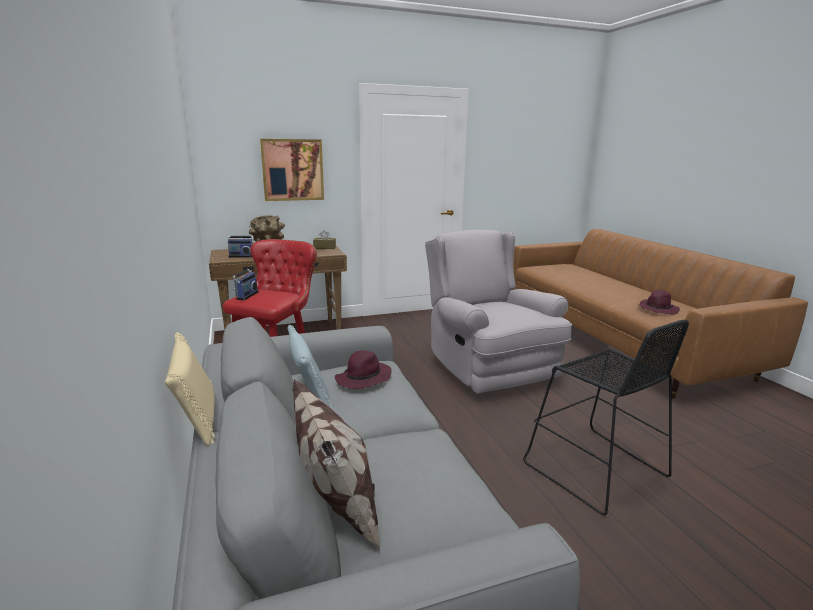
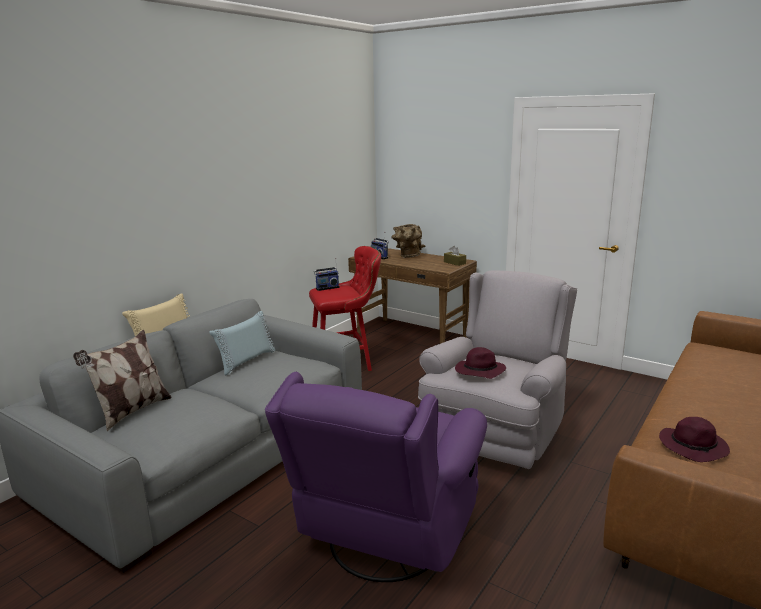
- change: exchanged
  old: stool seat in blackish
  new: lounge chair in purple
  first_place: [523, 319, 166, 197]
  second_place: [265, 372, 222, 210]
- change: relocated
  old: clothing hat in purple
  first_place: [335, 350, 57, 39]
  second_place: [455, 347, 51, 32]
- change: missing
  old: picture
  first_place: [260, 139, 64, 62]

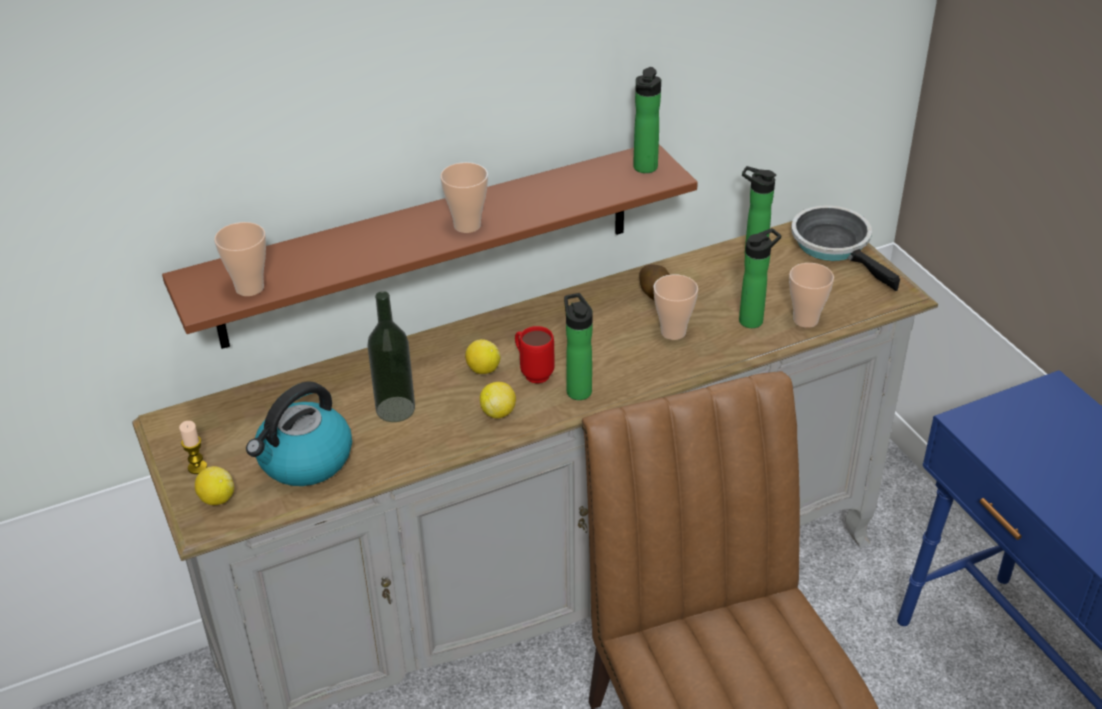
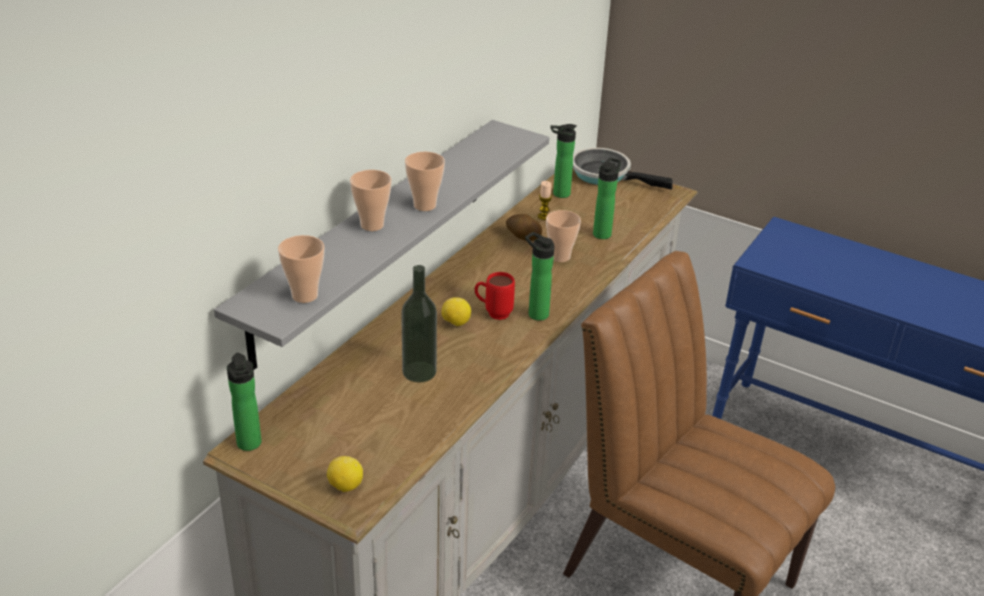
- change: colour
  old: wall shelf in brownish
  new: wall shelf in greyish
  first_place: [162, 145, 536, 204]
  second_place: [214, 120, 335, 250]
- change: relocated
  old: drink bottle
  first_place: [633, 67, 28, 106]
  second_place: [227, 353, 35, 98]
- change: relocated
  old: small cup
  first_place: [789, 263, 45, 65]
  second_place: [350, 170, 42, 61]
- change: relocated
  old: wax light
  first_place: [179, 421, 28, 53]
  second_place: [538, 181, 14, 39]
- change: missing
  old: kettle
  first_place: [246, 381, 106, 105]
- change: missing
  old: lemon
  first_place: [480, 382, 36, 36]

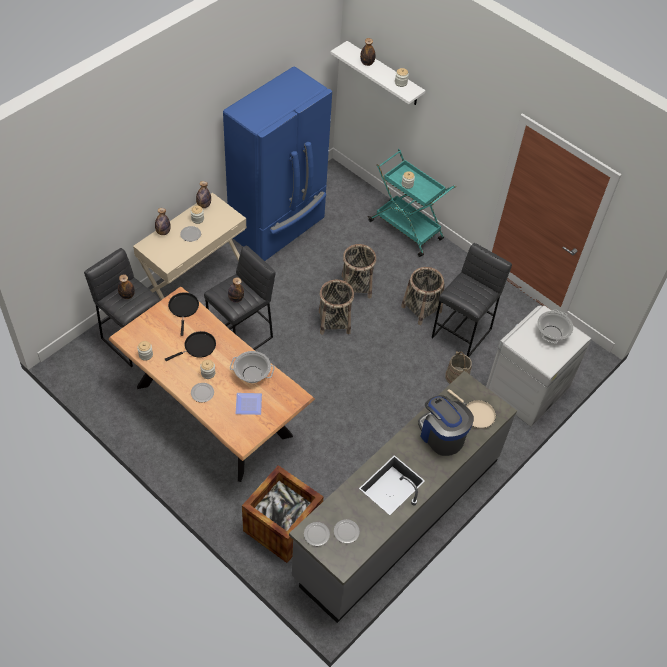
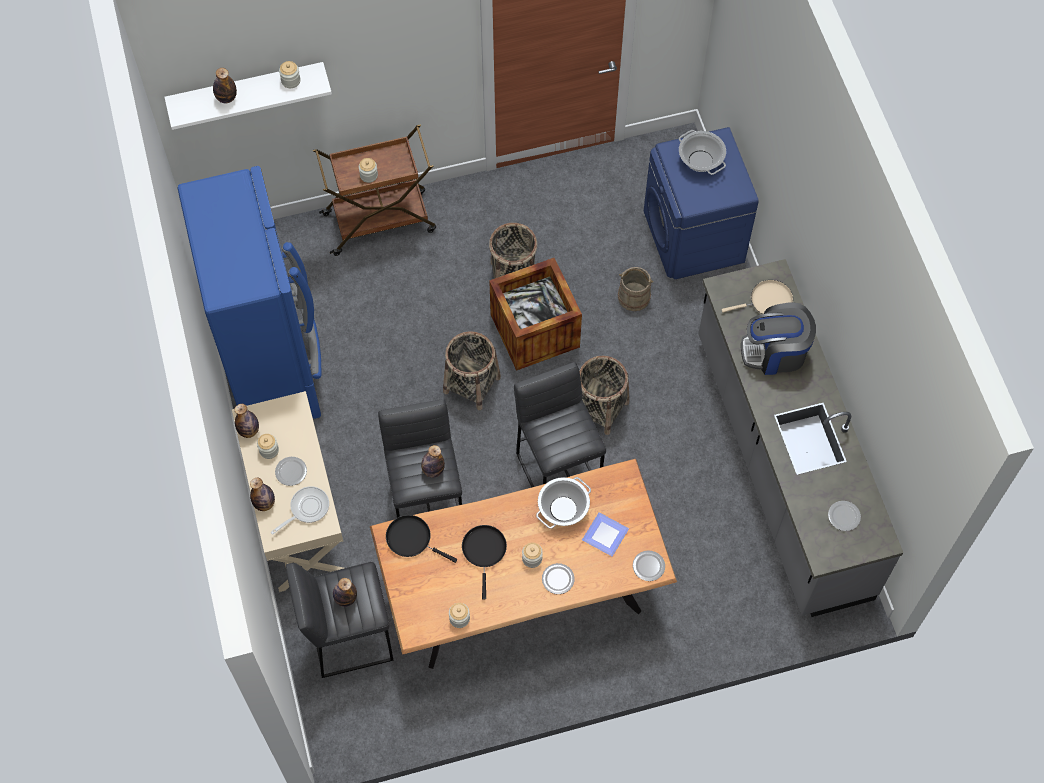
- change: appeared
  new: skillet
  second_place: [271, 486, 58, 49]
- change: colour
  old: wheeled cart in blue-green
  new: wheeled cart in brownish
  first_place: [367, 149, 89, 108]
  second_place: [313, 124, 123, 132]
- change: relocated
  old: packing crate
  first_place: [242, 465, 82, 98]
  second_place: [489, 258, 93, 113]
- change: relocated
  old: stool seat in greyish
  first_place: [432, 243, 80, 114]
  second_place: [514, 362, 92, 125]
- change: relocated
  old: household basket
  first_place: [342, 244, 35, 54]
  second_place: [580, 356, 50, 79]
- change: relocated
  old: plate
  first_place: [304, 522, 26, 24]
  second_place: [633, 550, 32, 31]
- change: colour
  old: laundry appliance in white
  new: laundry appliance in blue
  first_place: [486, 305, 106, 122]
  second_place: [644, 127, 115, 152]

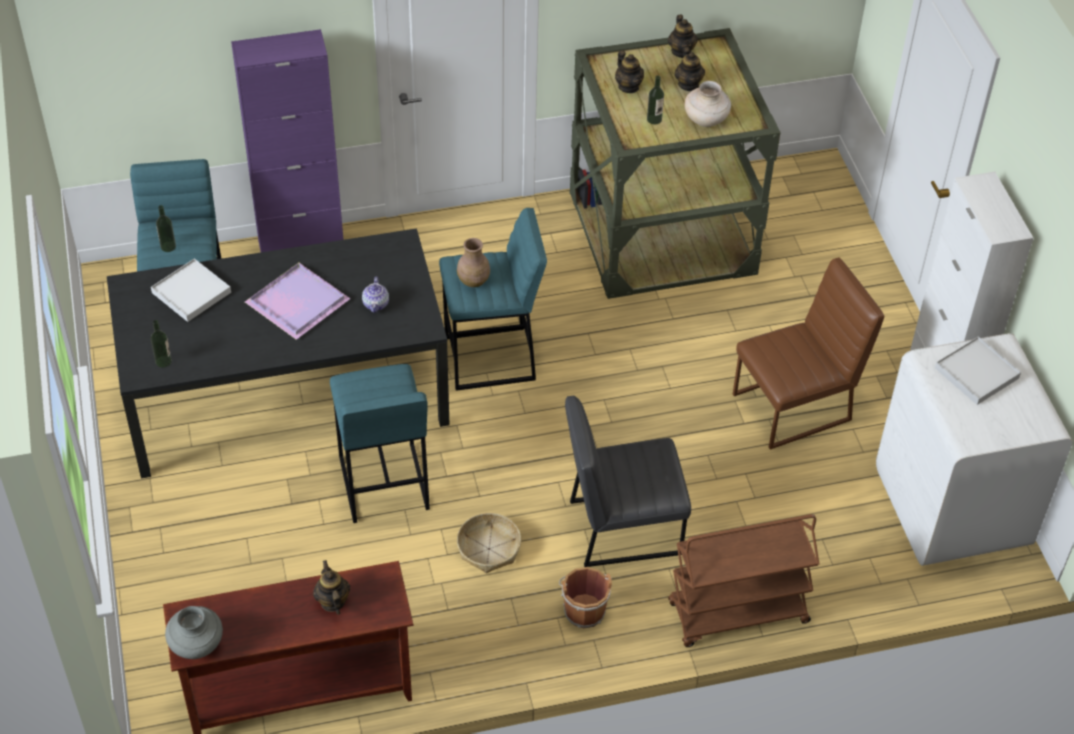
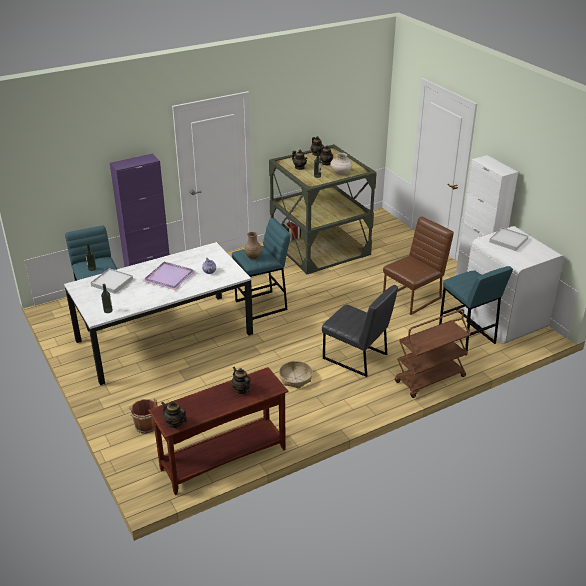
- change: colour
  old: dinner table in blackish
  new: dinner table in white
  first_place: [107, 228, 343, 251]
  second_place: [64, 242, 189, 143]
- change: relocated
  old: water bucket in brownish
  first_place: [559, 567, 53, 61]
  second_place: [128, 398, 30, 35]
- change: exchanged
  old: decorative vase in greyish
  new: pot for tea
  first_place: [165, 606, 58, 53]
  second_place: [161, 401, 26, 27]
- change: spun
  old: chair in greyish
  first_place: [565, 396, 126, 171]
  second_place: [322, 285, 76, 92]
  degrees: -120
- change: relocated
  old: stool seat in blue-green
  first_place: [330, 364, 100, 159]
  second_place: [439, 266, 74, 87]

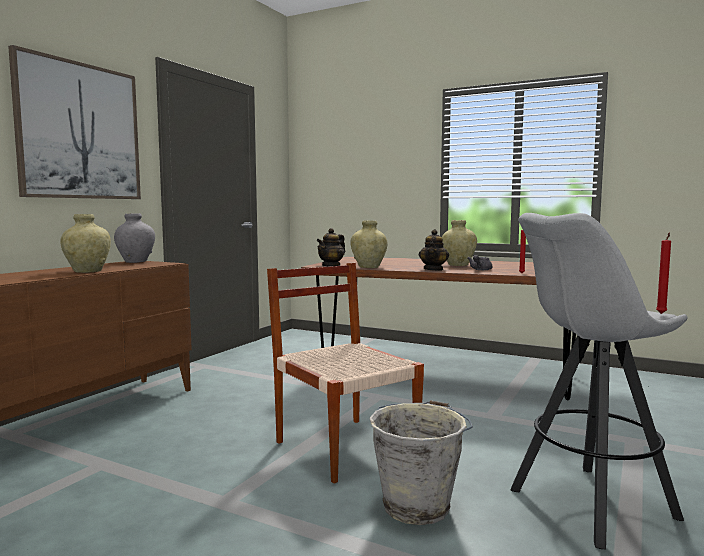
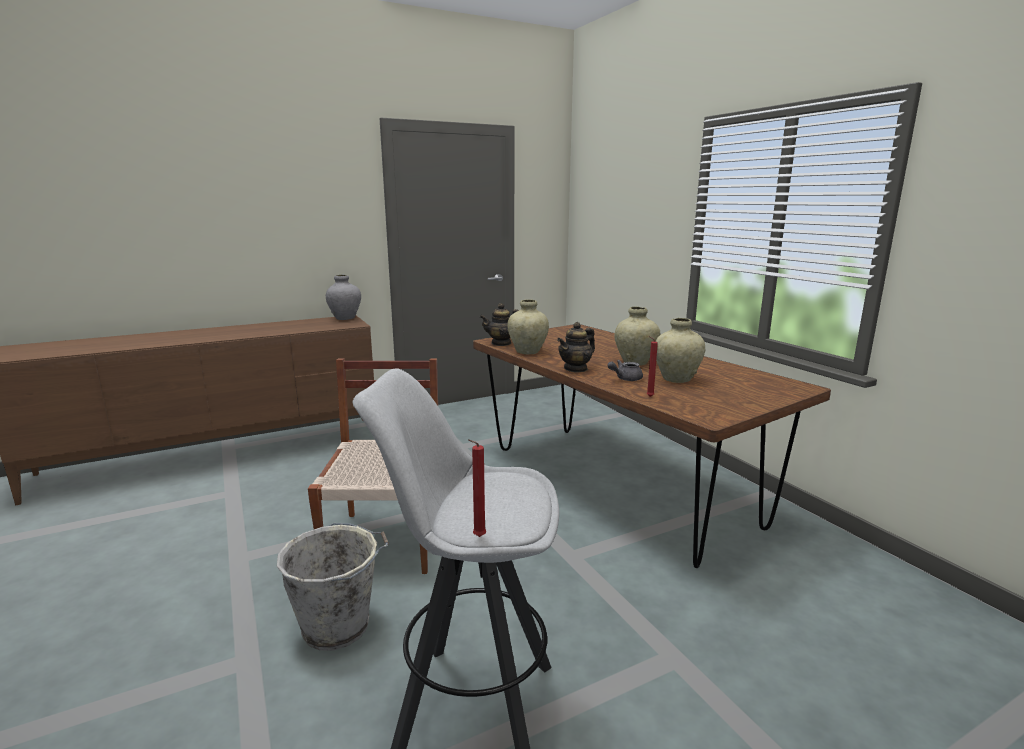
- change: relocated
  old: decorative vase in sand-coloured
  first_place: [60, 214, 51, 59]
  second_place: [656, 318, 49, 65]
- change: missing
  old: picture
  first_place: [8, 45, 133, 154]

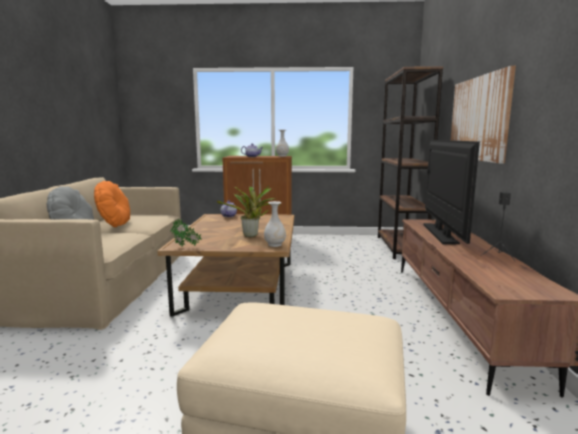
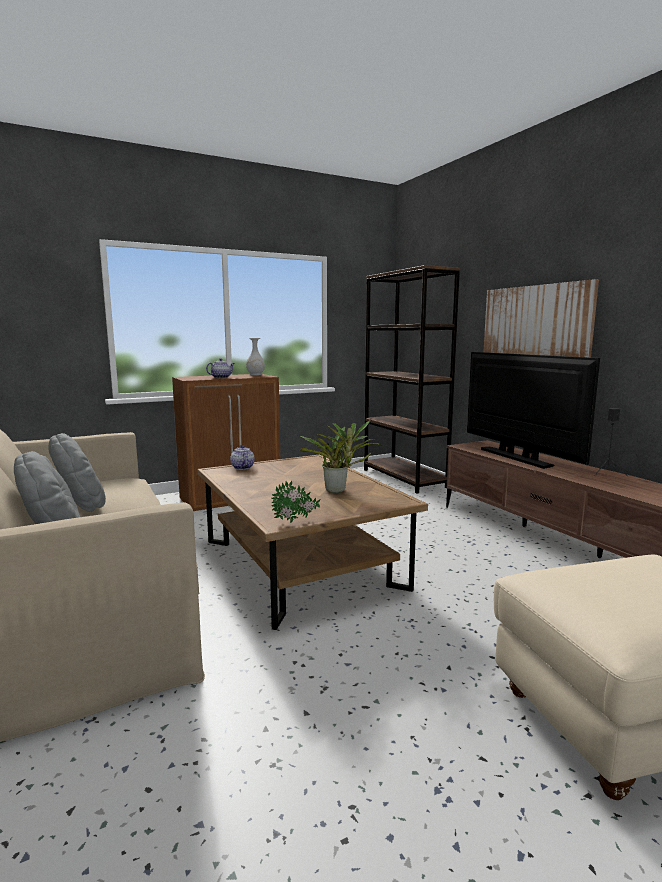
- change: colour
  old: throw pillow in orangey
  new: throw pillow in greyish
  first_place: [94, 181, 36, 46]
  second_place: [48, 433, 58, 79]
- change: missing
  old: decorative vase in white
  first_place: [264, 201, 22, 46]

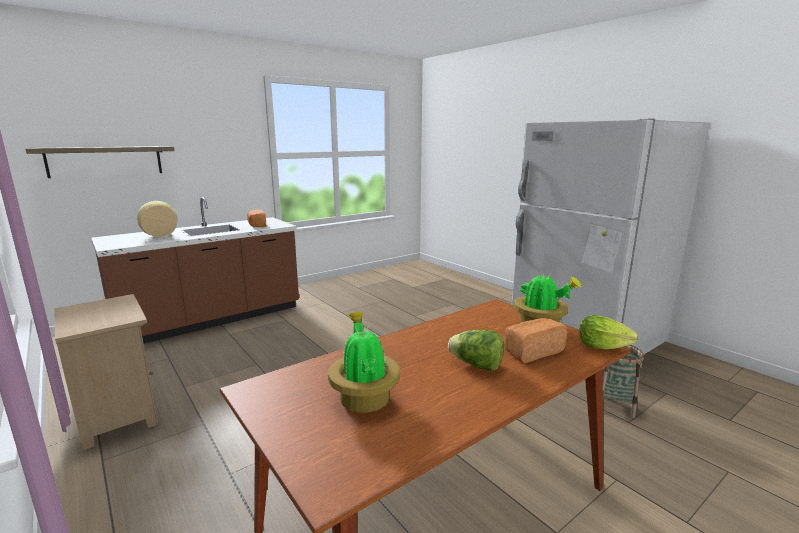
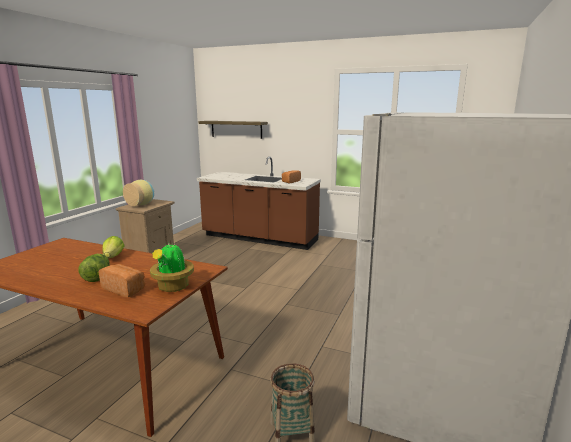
- change: relocated
  old: lettuce
  first_place: [579, 315, 59, 35]
  second_place: [103, 236, 22, 22]
- change: relocated
  old: decorative vase
  first_place: [137, 201, 40, 36]
  second_place: [123, 180, 32, 26]
- change: missing
  old: houseplant
  first_place: [328, 312, 72, 101]

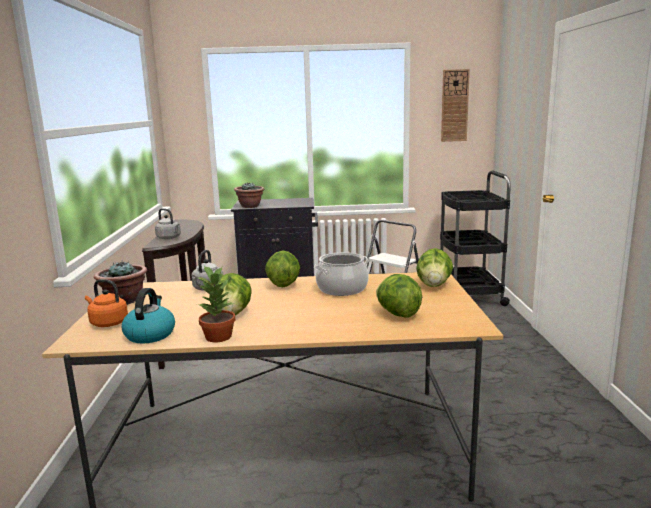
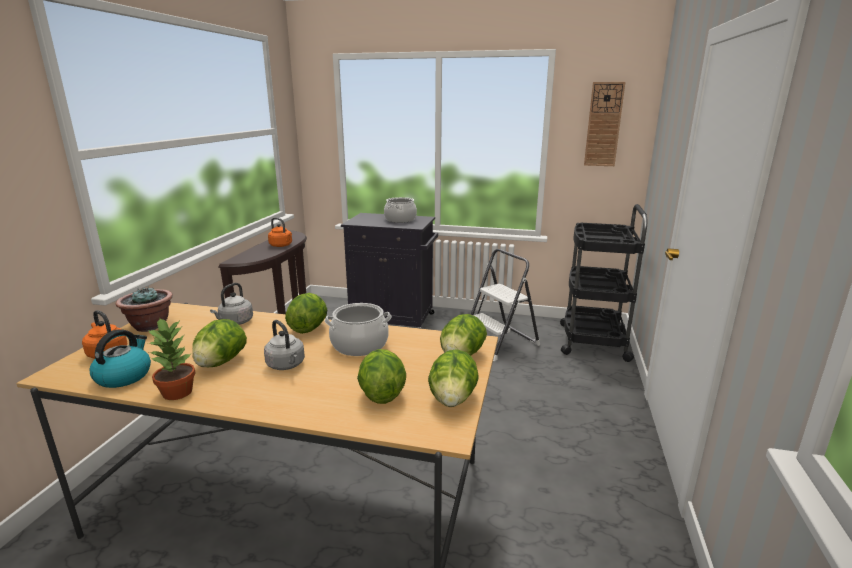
- change: relocated
  old: kettle in greyish
  first_place: [155, 208, 26, 31]
  second_place: [264, 320, 41, 50]
- change: appeared
  new: kettle in orangey
  second_place: [268, 218, 24, 29]
- change: appeared
  new: stockpot
  second_place: [384, 197, 33, 26]
- change: appeared
  new: lettuce
  second_place: [428, 349, 51, 58]
- change: missing
  old: houseplant
  first_place: [234, 182, 30, 26]

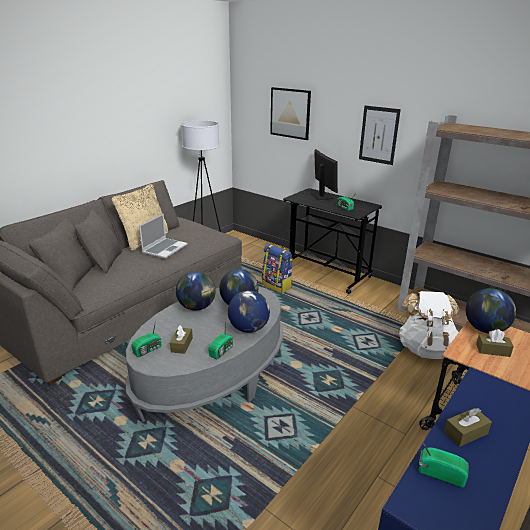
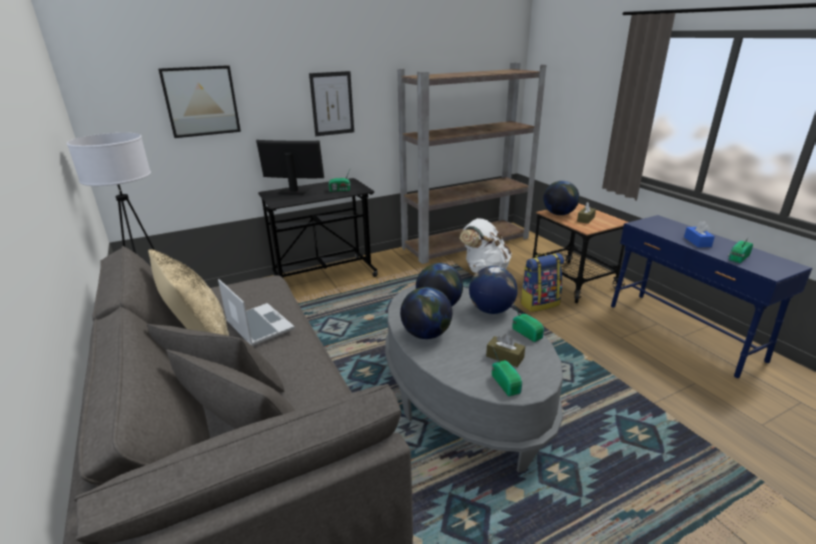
- change: relocated
  old: knapsack
  first_place: [262, 244, 31, 49]
  second_place: [520, 253, 44, 59]
- change: colour
  old: box of tissues in brownish
  new: box of tissues in blue
  first_place: [444, 408, 48, 39]
  second_place: [684, 221, 31, 26]

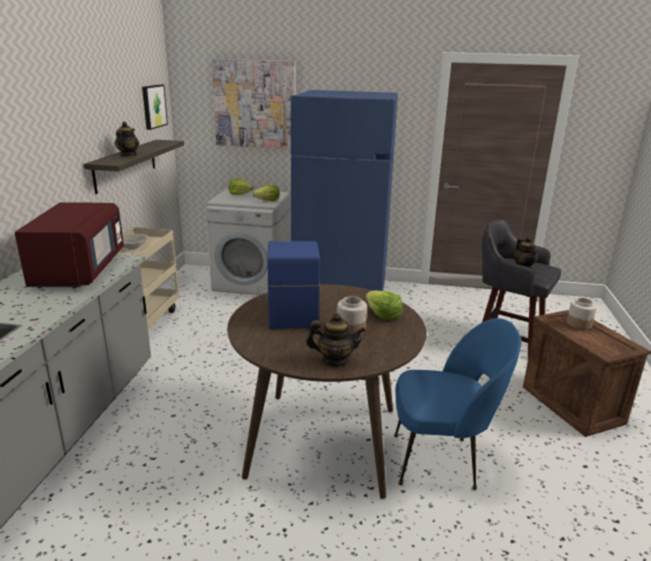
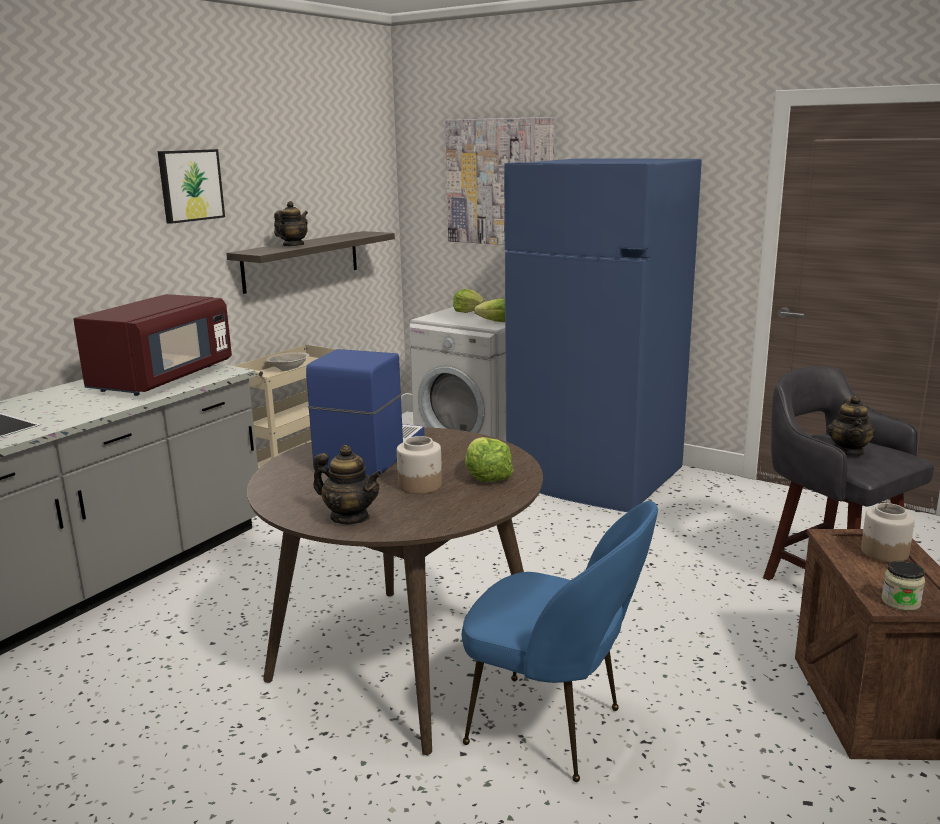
- change: relocated
  old: picture
  first_place: [142, 84, 26, 46]
  second_place: [158, 149, 67, 75]
- change: appeared
  new: jar
  second_place: [881, 561, 44, 50]

